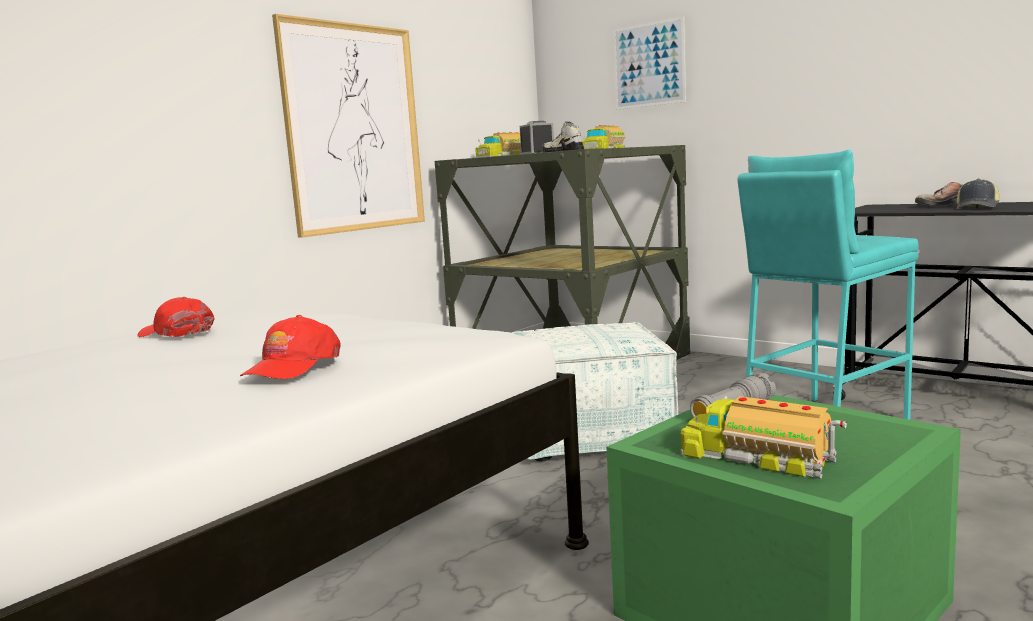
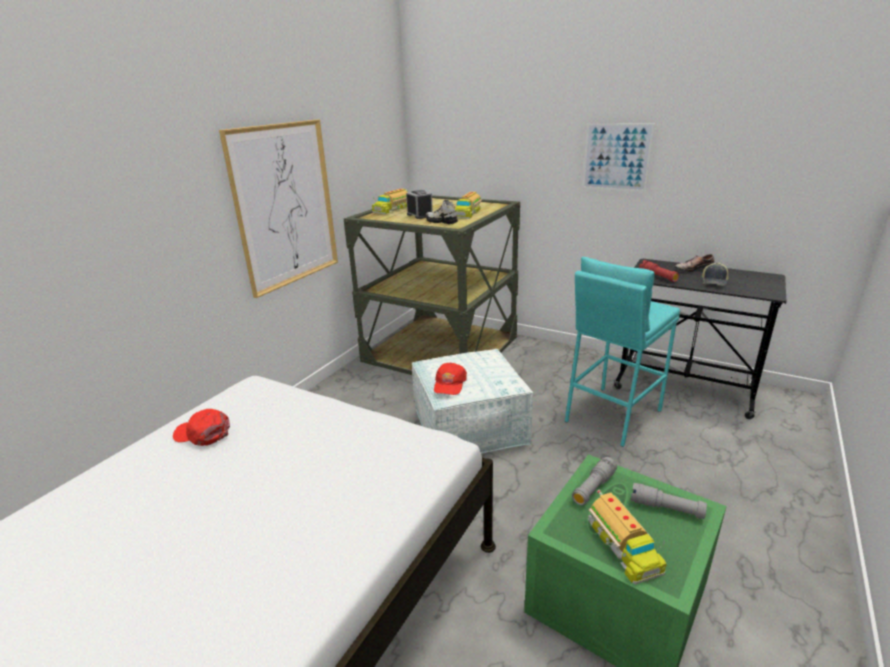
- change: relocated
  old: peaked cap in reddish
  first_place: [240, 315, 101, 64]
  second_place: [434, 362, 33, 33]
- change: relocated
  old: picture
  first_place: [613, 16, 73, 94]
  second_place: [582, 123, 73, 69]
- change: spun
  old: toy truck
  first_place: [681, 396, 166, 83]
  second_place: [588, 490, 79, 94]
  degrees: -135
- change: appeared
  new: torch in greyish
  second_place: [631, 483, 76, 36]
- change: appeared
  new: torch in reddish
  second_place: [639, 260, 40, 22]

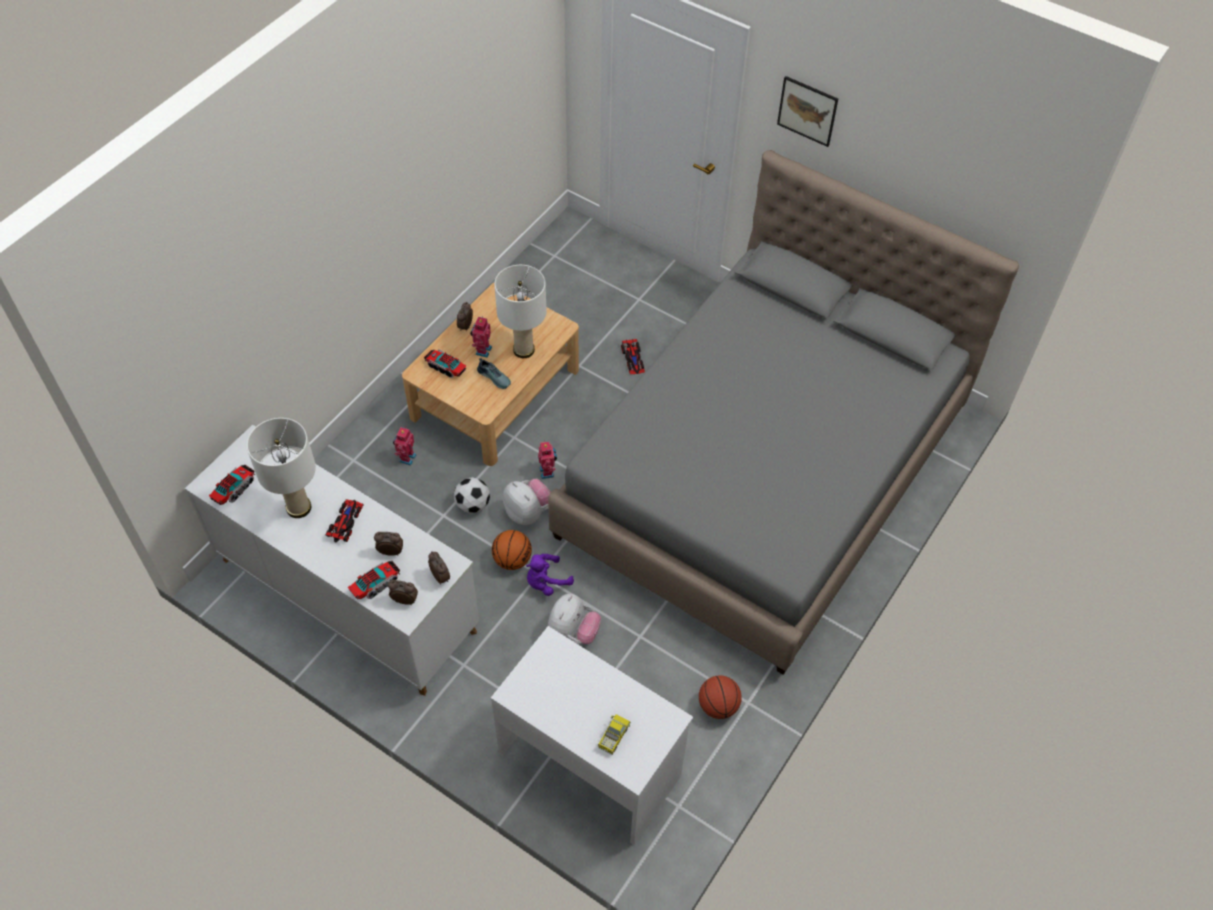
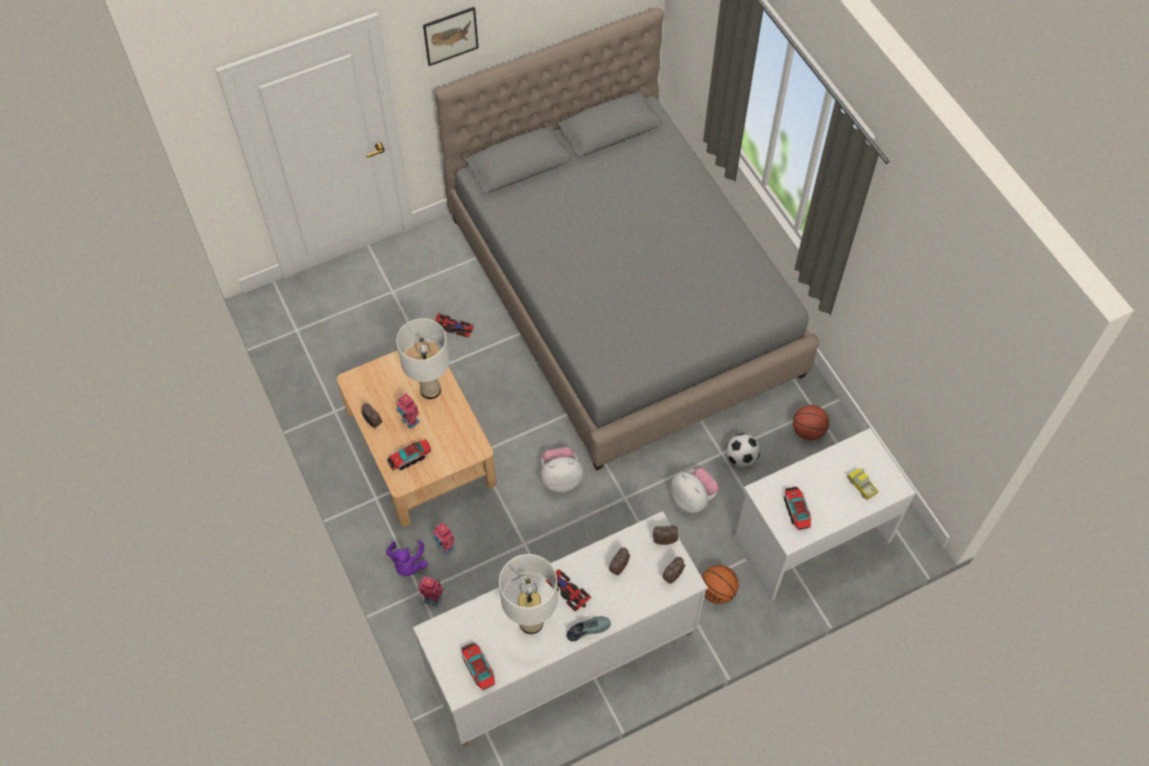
- change: relocated
  old: soft toy in purple
  first_place: [526, 554, 48, 42]
  second_place: [386, 540, 42, 36]
- change: relocated
  old: model robot
  first_place: [538, 440, 19, 39]
  second_place: [418, 576, 26, 30]
- change: relocated
  old: item of footwear
  first_place: [477, 358, 34, 31]
  second_place: [566, 616, 45, 25]
- change: relocated
  old: basketball ball
  first_place: [492, 530, 40, 40]
  second_place: [702, 565, 37, 39]
- change: relocated
  old: ball for football
  first_place: [454, 477, 36, 36]
  second_place: [726, 434, 34, 33]
- change: relocated
  old: toy truck
  first_place: [348, 561, 52, 39]
  second_place: [784, 487, 27, 43]

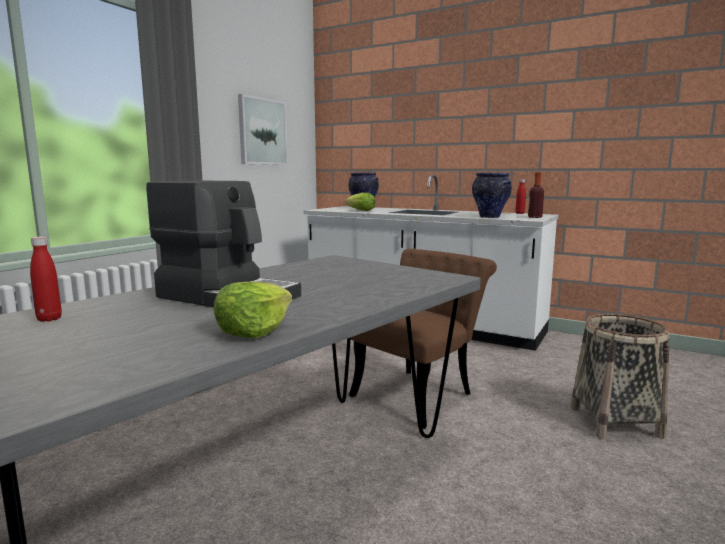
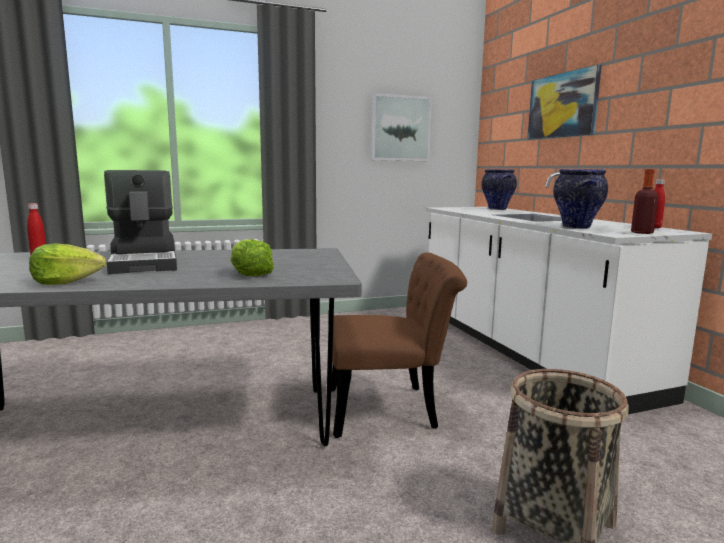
- change: relocated
  old: lettuce
  first_place: [345, 193, 30, 18]
  second_place: [230, 239, 44, 37]
- change: appeared
  new: picture
  second_place: [527, 64, 75, 75]

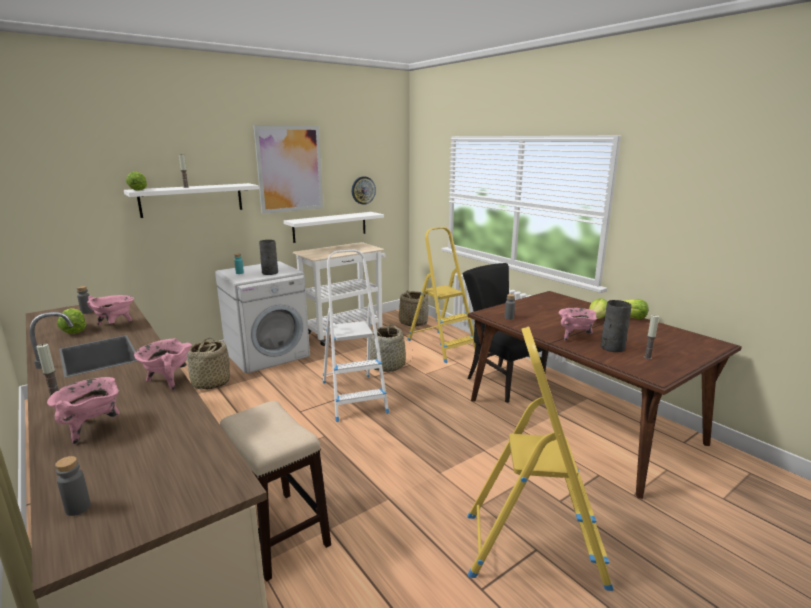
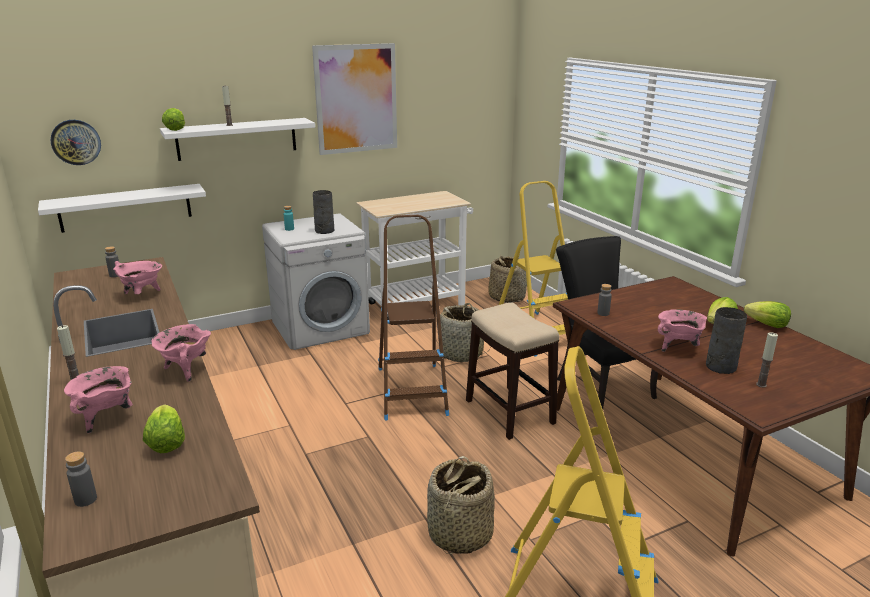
- change: relocated
  old: wall shelf in white
  first_place: [284, 212, 100, 31]
  second_place: [38, 184, 168, 49]
- change: relocated
  old: clock on the wall
  first_place: [352, 176, 24, 29]
  second_place: [51, 120, 50, 45]
- change: relocated
  old: lettuce
  first_place: [57, 308, 29, 26]
  second_place: [143, 404, 42, 49]
- change: colour
  old: step ladder in white
  new: step ladder in brownish
  first_place: [323, 250, 66, 172]
  second_place: [378, 215, 71, 206]
- change: relocated
  old: household basket
  first_place: [187, 338, 43, 52]
  second_place: [427, 456, 68, 98]
- change: relocated
  old: stool seat
  first_place: [220, 401, 111, 181]
  second_place: [466, 303, 94, 137]

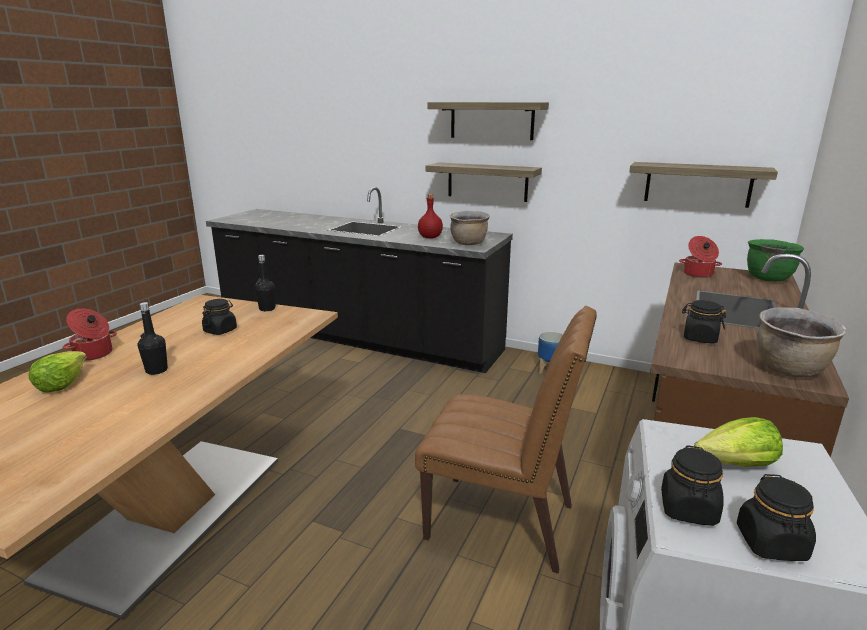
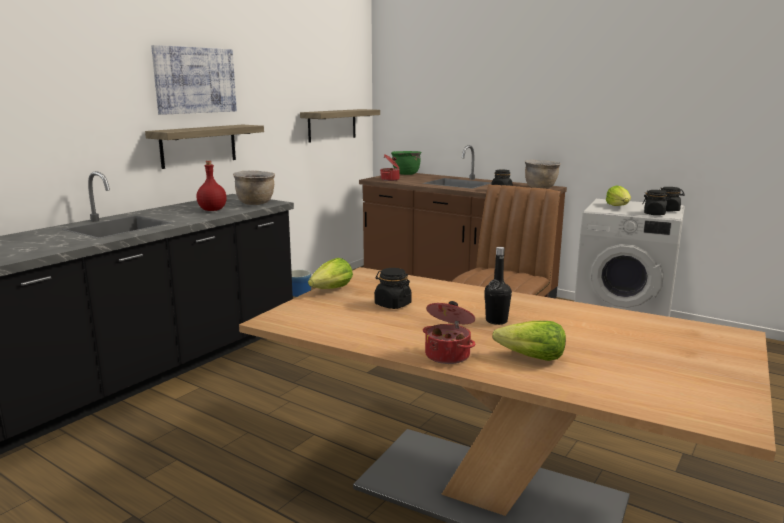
- change: exchanged
  old: wall shelf
  new: picture
  first_place: [427, 102, 122, 38]
  second_place: [151, 45, 86, 70]
- change: exchanged
  old: drink bottle in blackish
  new: lettuce
  first_place: [255, 255, 21, 56]
  second_place: [308, 258, 45, 31]

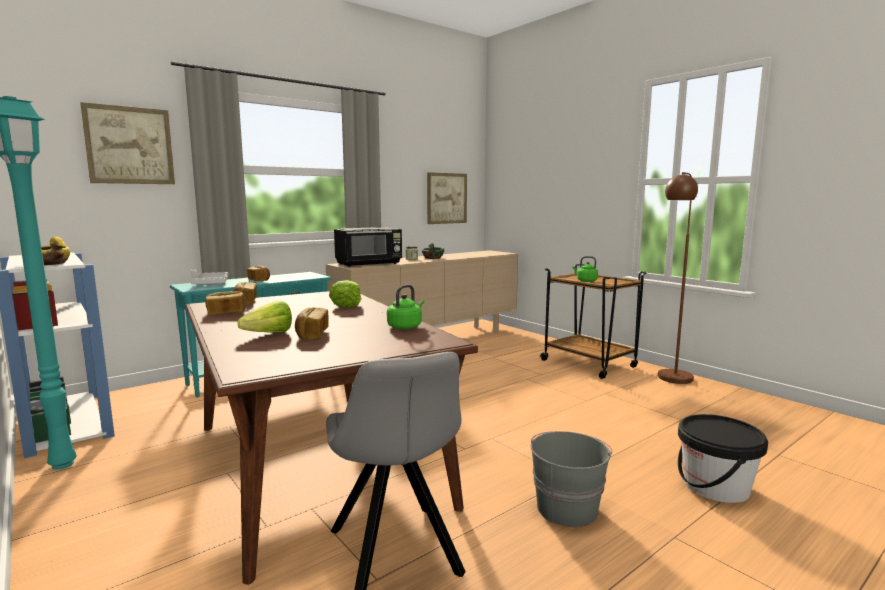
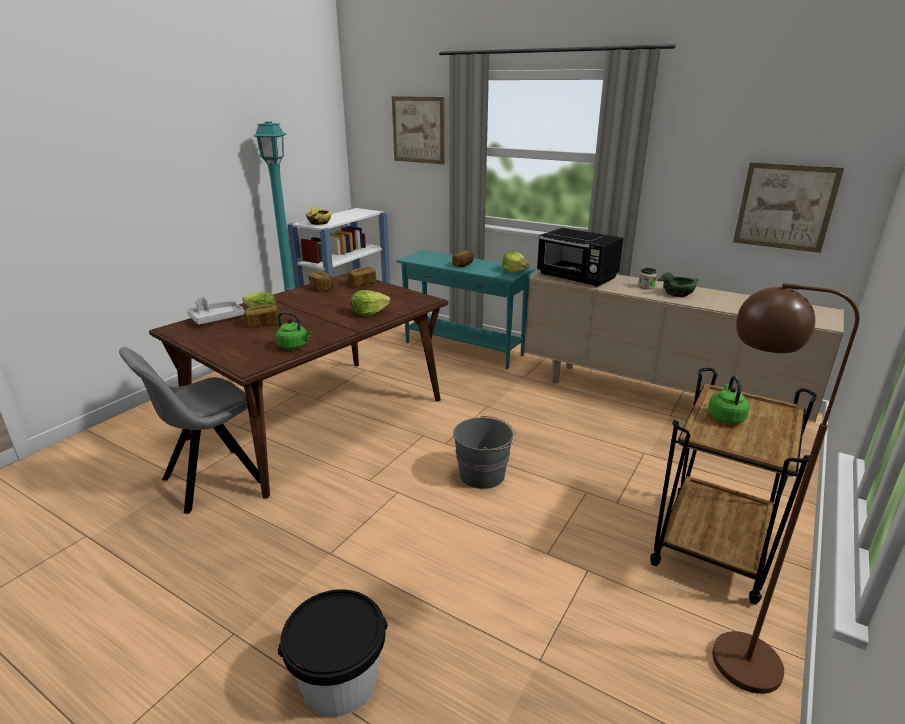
- change: relocated
  old: carrying tray in greyish
  first_place: [191, 269, 37, 16]
  second_place: [187, 297, 58, 28]
- change: relocated
  old: water bucket in greyish
  first_place: [530, 431, 82, 96]
  second_place: [453, 416, 63, 73]
- change: appeared
  new: lettuce
  second_place: [502, 252, 28, 20]

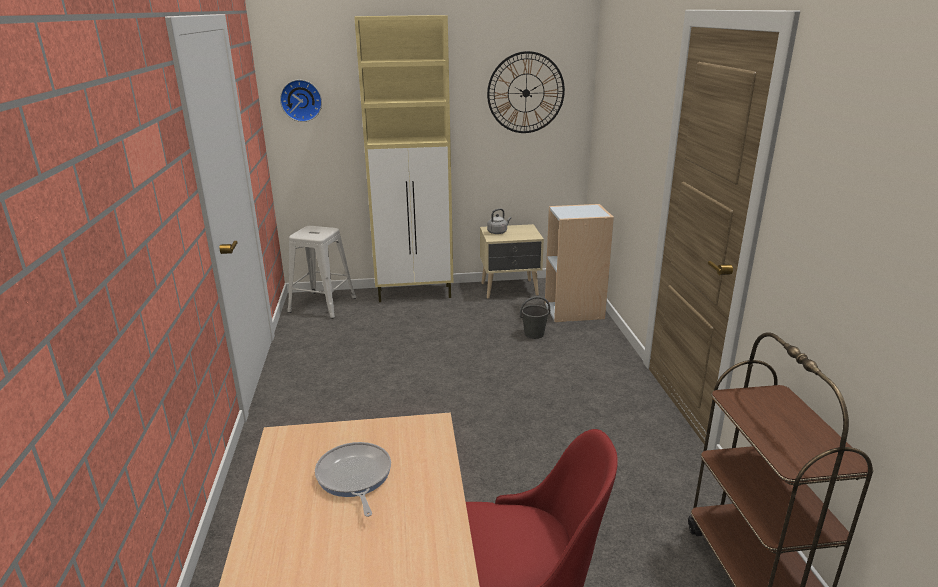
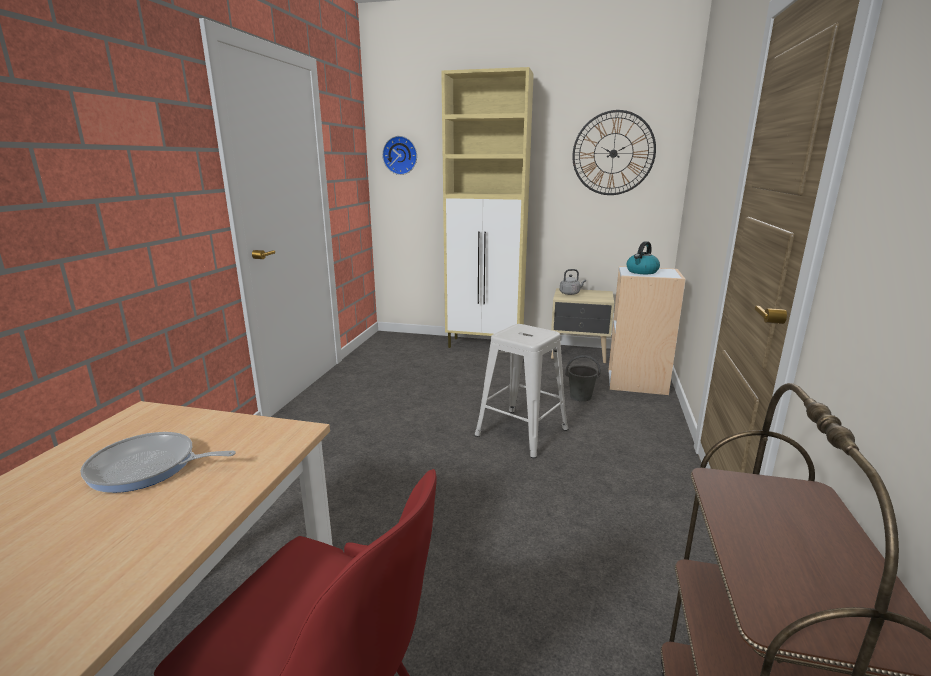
- change: spun
  old: skillet
  first_place: [315, 442, 76, 75]
  second_place: [80, 432, 156, 61]
  degrees: -90
- change: relocated
  old: stool seat in white
  first_place: [287, 226, 70, 93]
  second_place: [474, 324, 94, 134]
- change: appeared
  new: kettle
  second_place: [627, 241, 33, 33]

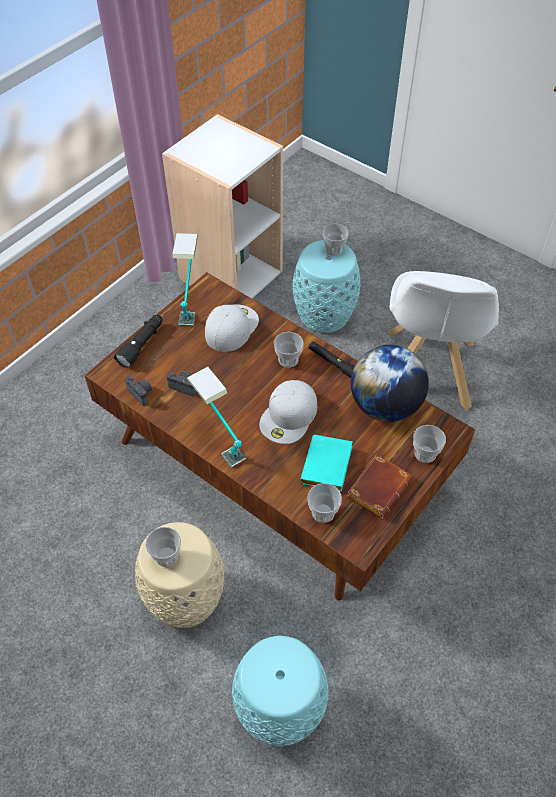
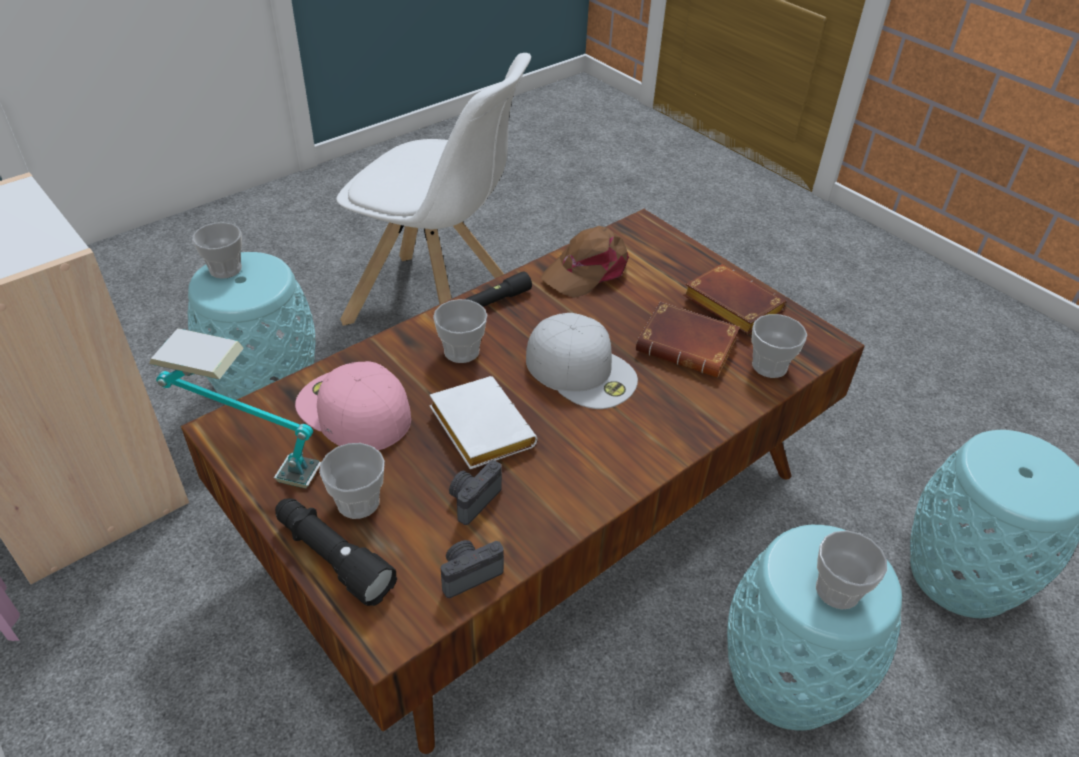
- change: colour
  old: peaked cap in white
  new: peaked cap in pink
  first_place: [205, 304, 54, 48]
  second_place: [295, 361, 116, 89]
- change: relocated
  old: small cup
  first_place: [413, 425, 33, 38]
  second_place: [319, 443, 66, 76]
- change: appeared
  new: volume in white
  second_place: [430, 376, 107, 93]
- change: exchanged
  old: desk globe
  new: peaked cap in brownish
  first_place: [351, 345, 78, 77]
  second_place: [541, 226, 88, 72]
- change: colour
  old: volume in blue-green
  new: volume in brownish
  first_place: [300, 435, 53, 57]
  second_place: [636, 302, 104, 76]
- change: colour
  old: stool seat in sand-coloured
  new: stool seat in blue-green
  first_place: [135, 522, 89, 106]
  second_place: [727, 525, 175, 205]
- change: missing
  old: lamp for a table
  first_place: [186, 367, 60, 100]

